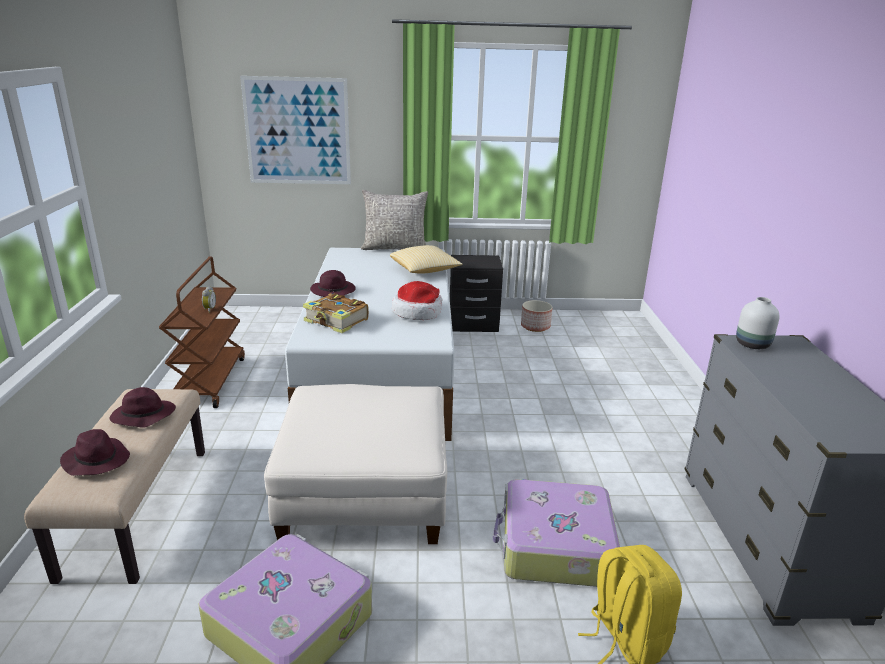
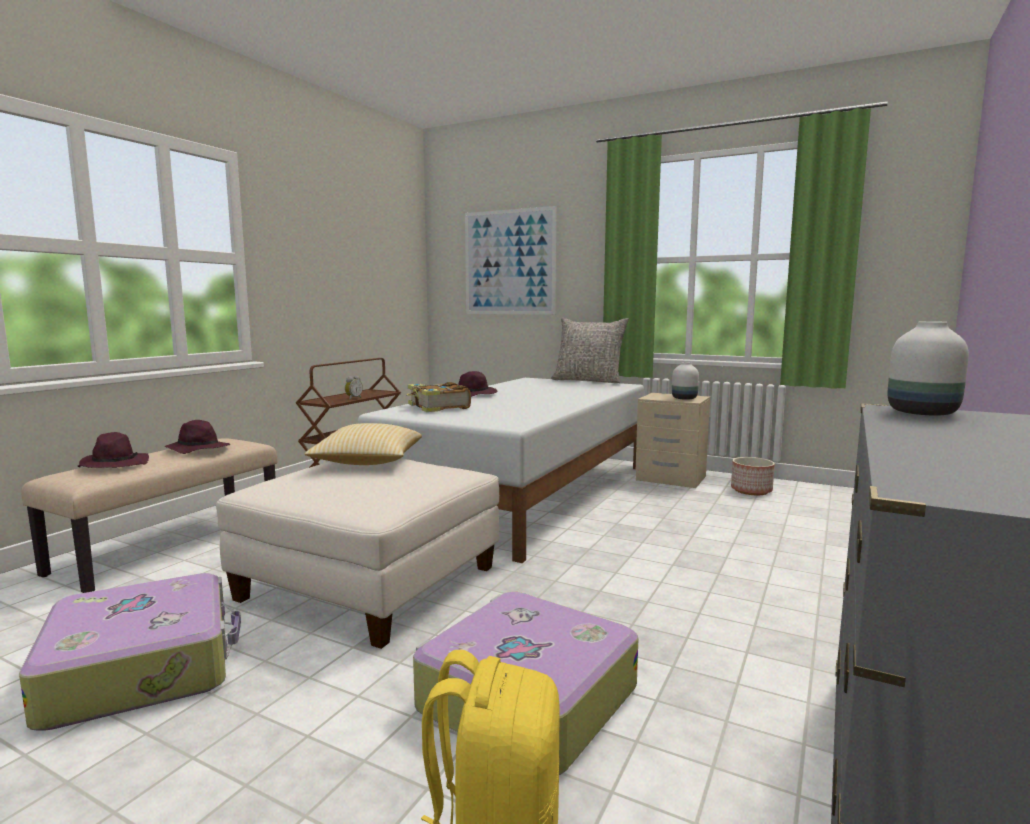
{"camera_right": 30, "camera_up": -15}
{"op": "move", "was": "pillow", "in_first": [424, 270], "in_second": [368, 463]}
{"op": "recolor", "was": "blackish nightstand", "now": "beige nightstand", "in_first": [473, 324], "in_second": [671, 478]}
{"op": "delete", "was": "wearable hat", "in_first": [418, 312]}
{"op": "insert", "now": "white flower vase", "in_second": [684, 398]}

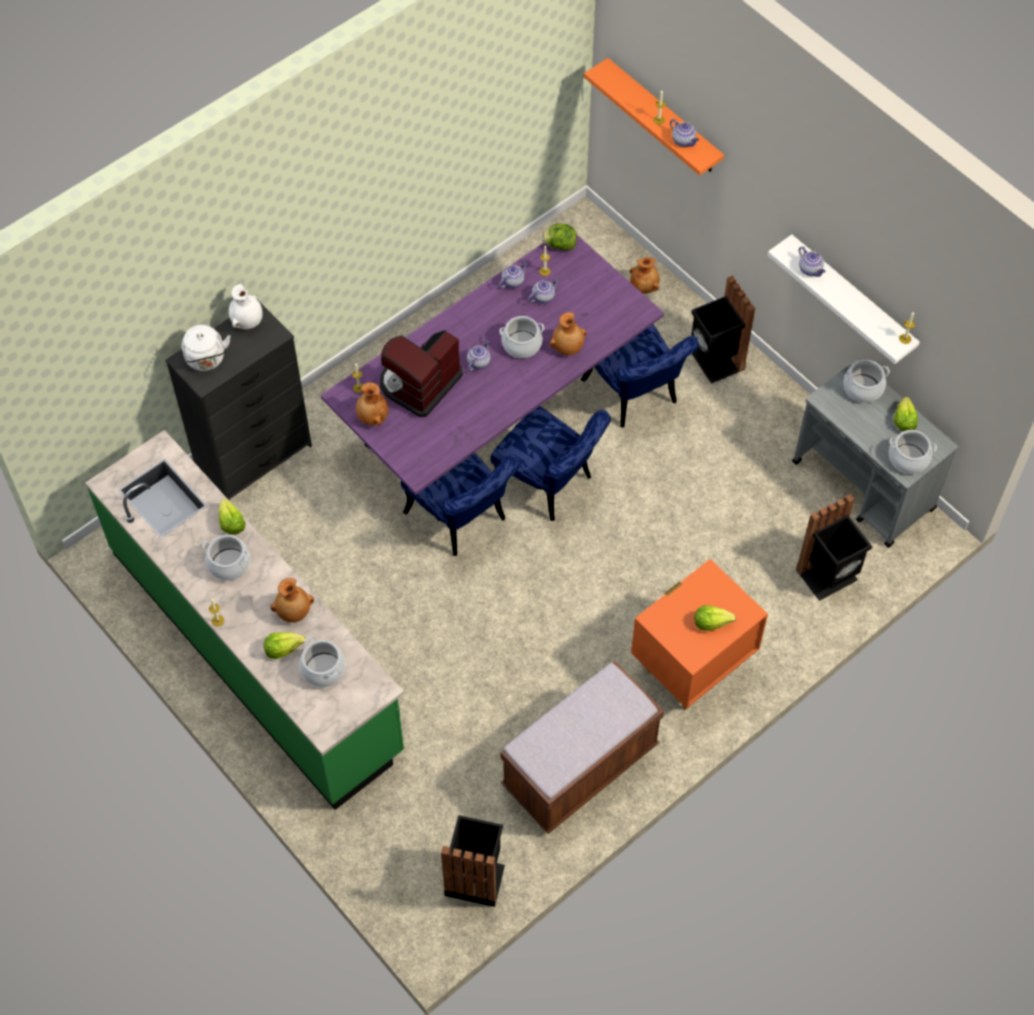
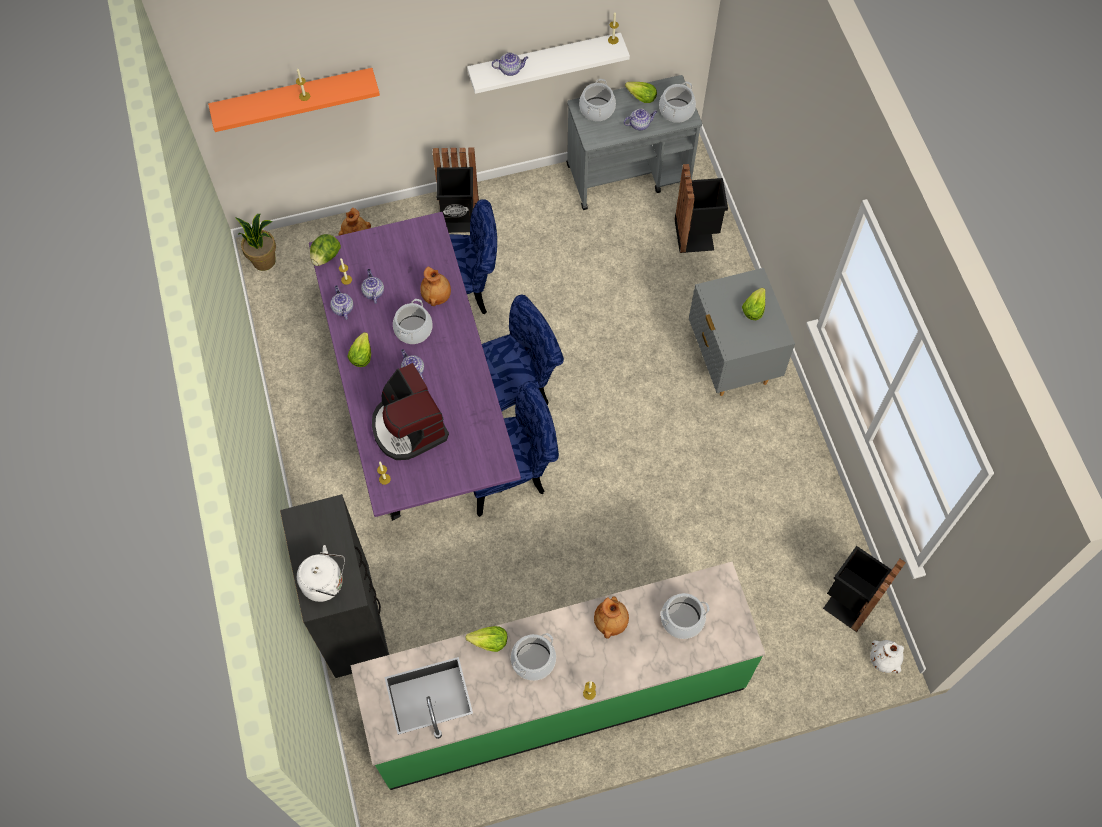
{"camera_right": -65, "camera_up": 5}
{"op": "move", "was": "teapot", "in_first": [684, 141], "in_second": [640, 124]}
{"op": "move", "was": "white flower vase", "in_first": [248, 321], "in_second": [884, 659]}
{"op": "delete", "was": "brown-coloured flower vase", "in_first": [372, 417]}
{"op": "recolor", "was": "orange nightstand", "now": "greyish nightstand", "in_first": [692, 667], "in_second": [731, 362]}
{"op": "move", "was": "lettuce", "in_first": [283, 648], "in_second": [361, 355]}
{"op": "delete", "was": "brown-coloured indoor bench", "in_first": [580, 767]}
{"op": "insert", "now": "potted plant", "in_second": [264, 260]}

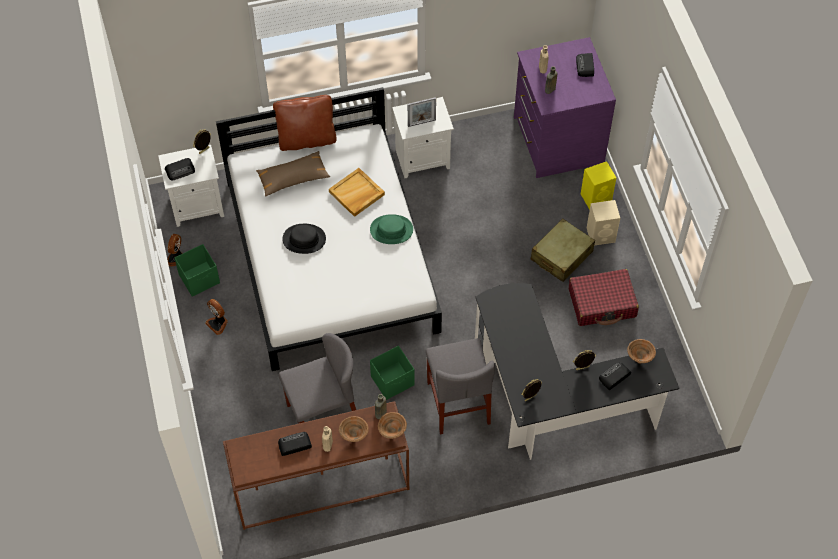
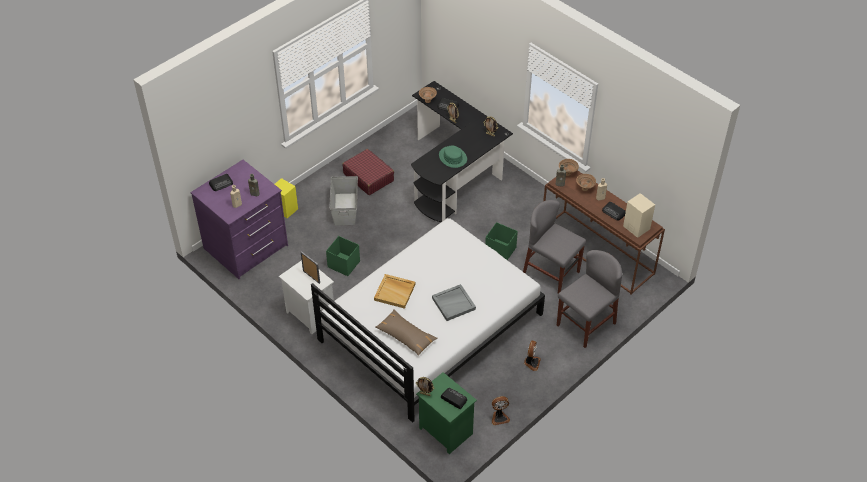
{"camera_right": -120, "camera_up": -10}
{"op": "delete", "was": "brown-coloured pillow", "in_first": [306, 139]}
{"op": "recolor", "was": "white nightstand", "now": "green nightstand", "in_first": [198, 205], "in_second": [444, 431]}
{"op": "move", "was": "beige audio speaker", "in_first": [601, 235], "in_second": [636, 227]}
{"op": "move", "was": "green wearable hat", "in_first": [391, 230], "in_second": [452, 157]}
{"op": "replace", "was": "beige suitcase", "now": "greyish storage bin", "in_first": [561, 256], "in_second": [345, 208]}
{"op": "replace", "was": "blackish wearable hat", "now": "greyish carrying tray", "in_first": [304, 239], "in_second": [453, 303]}
{"op": "move", "was": "green storage bin", "in_first": [200, 279], "in_second": [343, 264]}
{"op": "move", "was": "greyish upright chair", "in_first": [458, 402], "in_second": [586, 324]}

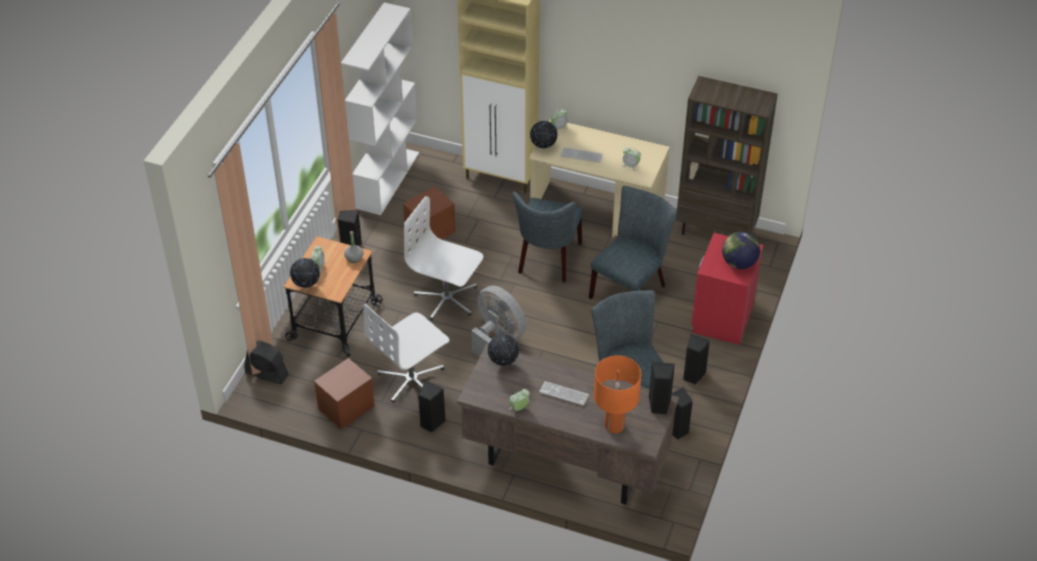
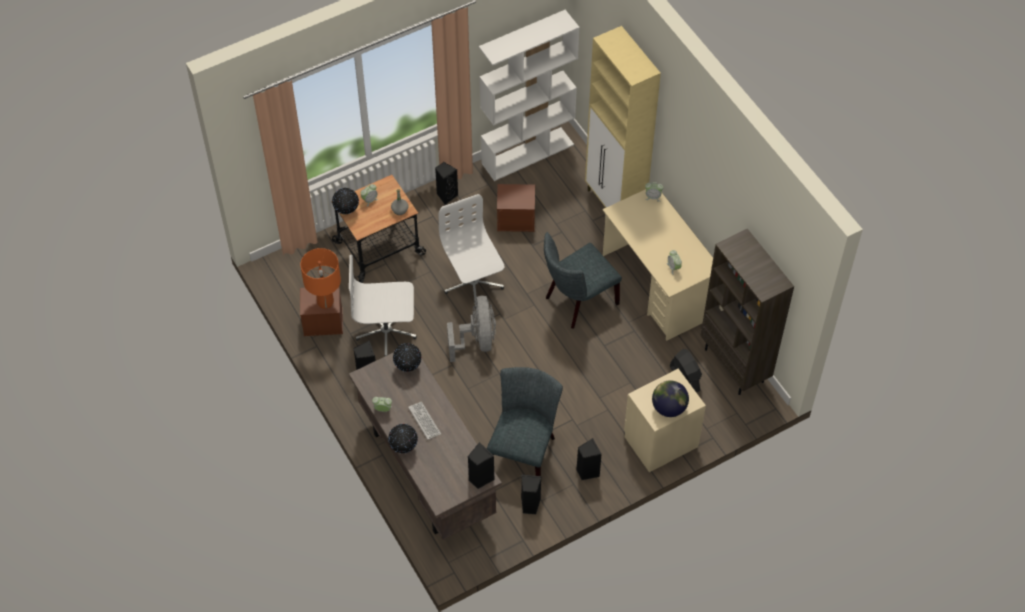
{"camera_right": 40, "camera_up": 10}
{"op": "move", "was": "world globe", "in_first": [543, 148], "in_second": [404, 448]}
{"op": "delete", "was": "computer keyboard", "in_first": [581, 155]}
{"op": "delete", "was": "greyish upright chair", "in_first": [631, 289]}
{"op": "recolor", "was": "red-coloured nightstand", "now": "beige nightstand", "in_first": [721, 317], "in_second": [660, 440]}
{"op": "move", "was": "blackish electric fan", "in_first": [266, 373], "in_second": [684, 378]}
{"op": "move", "was": "orange tabletop lamp", "in_first": [614, 426], "in_second": [326, 302]}

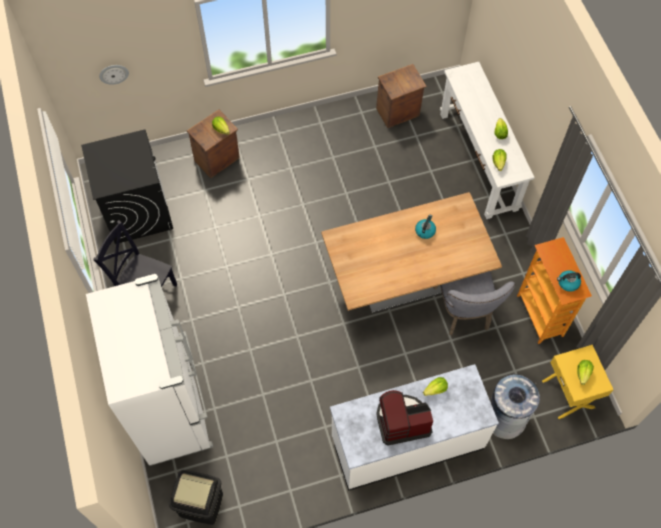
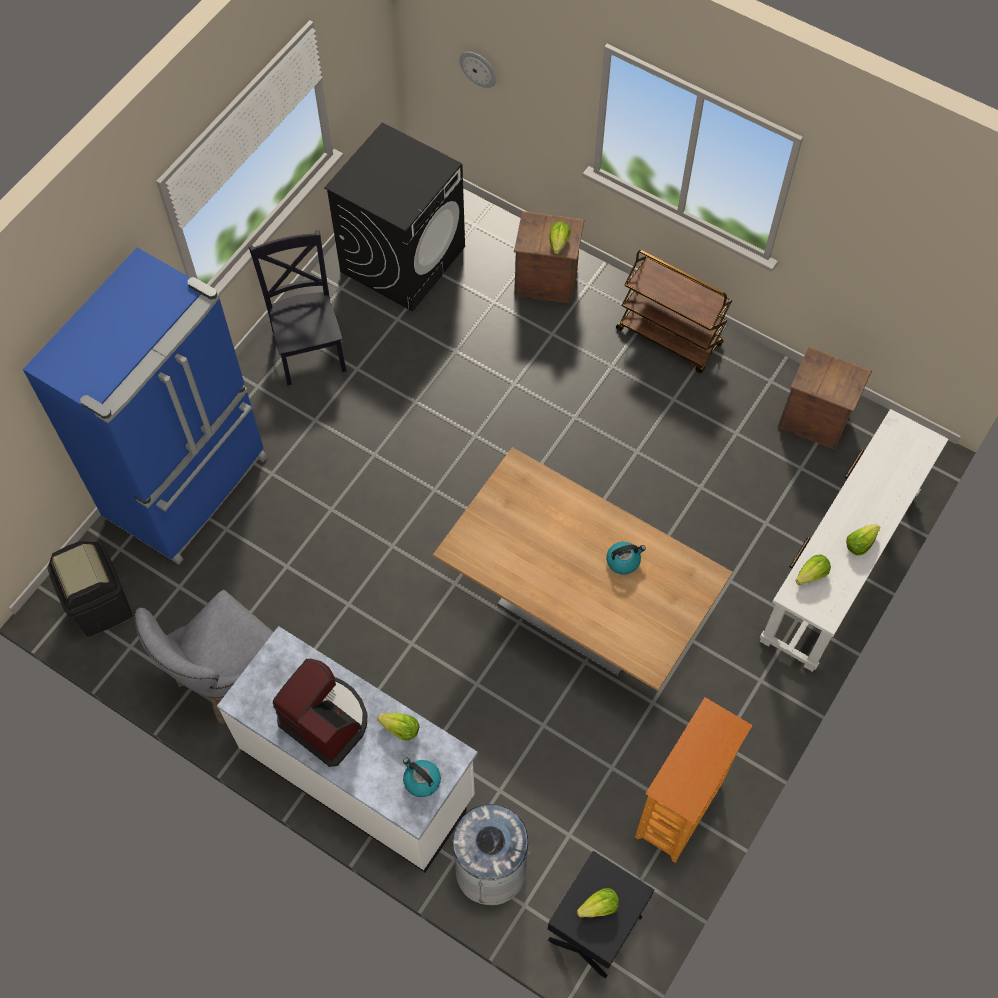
{"camera_right": 50, "camera_up": 0}
{"op": "move", "was": "water kettle", "in_first": [567, 283], "in_second": [421, 780]}
{"op": "move", "was": "greyish upright chair", "in_first": [464, 312], "in_second": [226, 678]}
{"op": "recolor", "was": "white kitchen fridge", "now": "blue-coloured kitchen fridge", "in_first": [172, 409], "in_second": [190, 488]}
{"op": "recolor", "was": "yellow nightstand", "now": "blackish nightstand", "in_first": [569, 394], "in_second": [596, 929]}
{"op": "insert", "now": "brown-coloured cart", "in_second": [670, 337]}

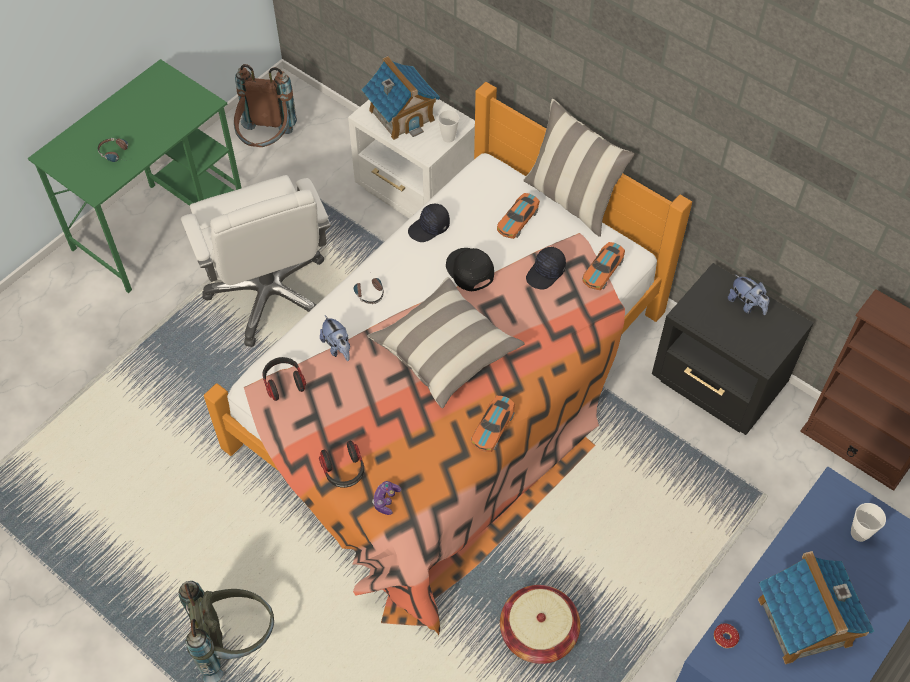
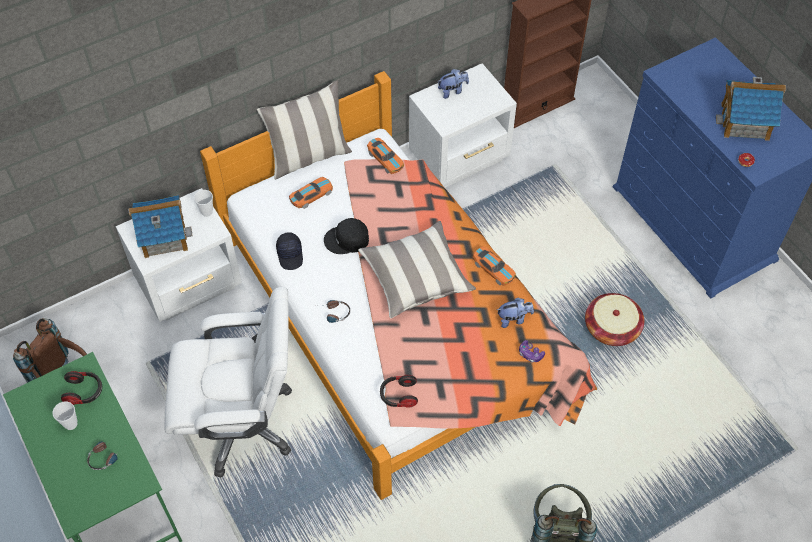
{"camera_right": -70, "camera_up": 0}
{"op": "rotate", "was": "model car", "in_first": [517, 220], "in_second": [311, 195], "clockwise": -90}
{"op": "delete", "was": "blackish peaked cap", "in_first": [546, 273]}
{"op": "recolor", "was": "blackish nightstand", "now": "white nightstand", "in_first": [718, 386], "in_second": [461, 157]}
{"op": "move", "was": "cuddly toy", "in_first": [338, 347], "in_second": [513, 319]}
{"op": "move", "was": "headset", "in_first": [344, 471], "in_second": [84, 392]}
{"op": "move", "was": "cup", "in_first": [859, 533], "in_second": [71, 424]}

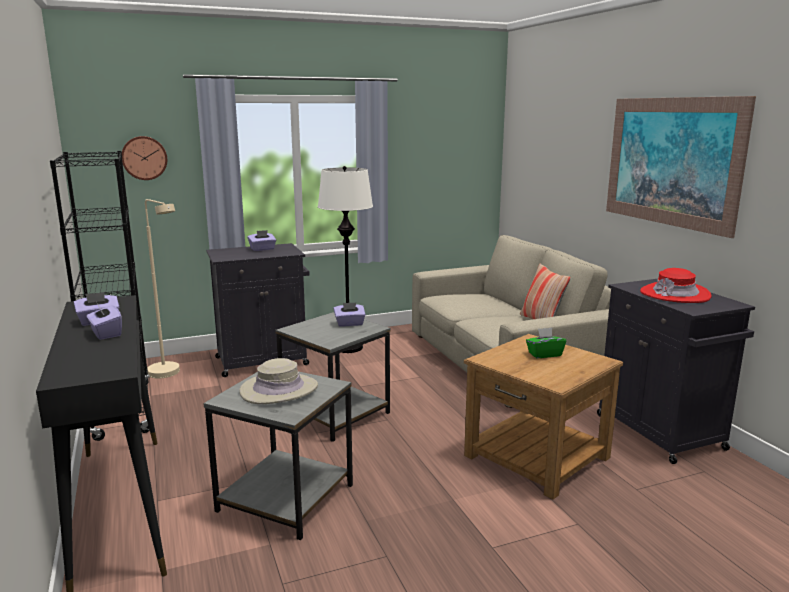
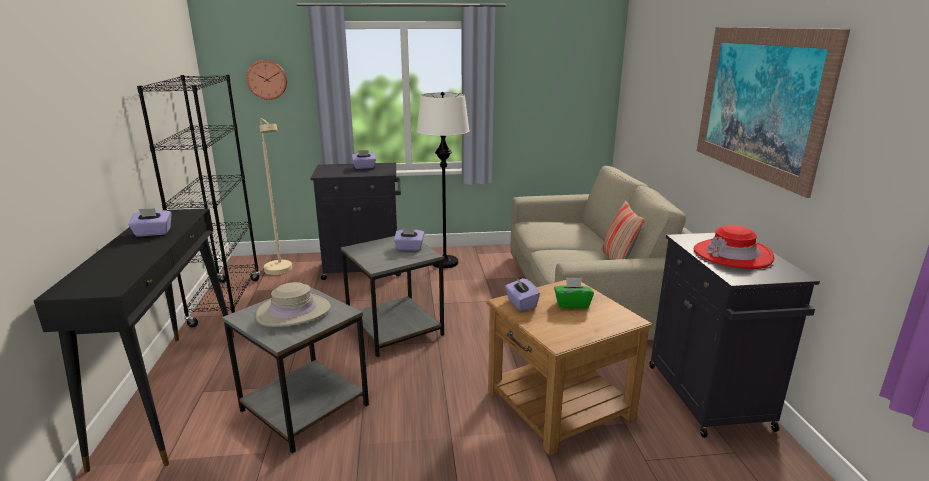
{"camera_right": 15, "camera_up": 5}
{"op": "move", "was": "purplish tissue holder", "in_first": [106, 333], "in_second": [521, 304]}

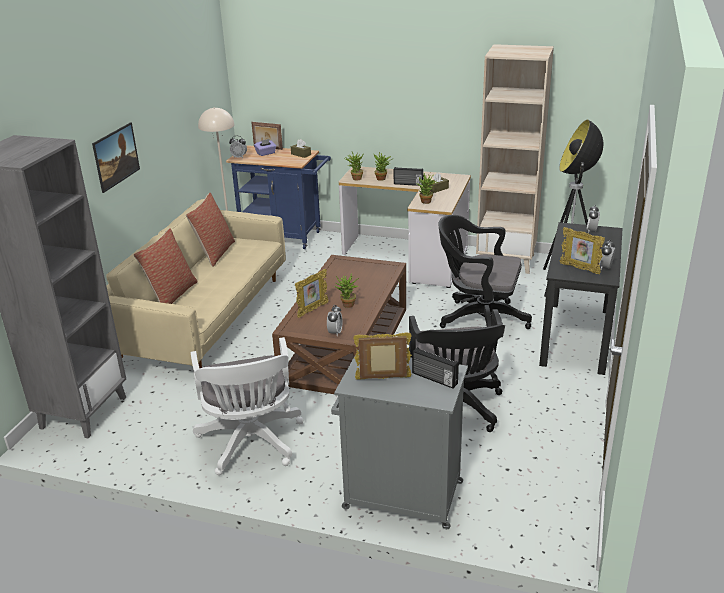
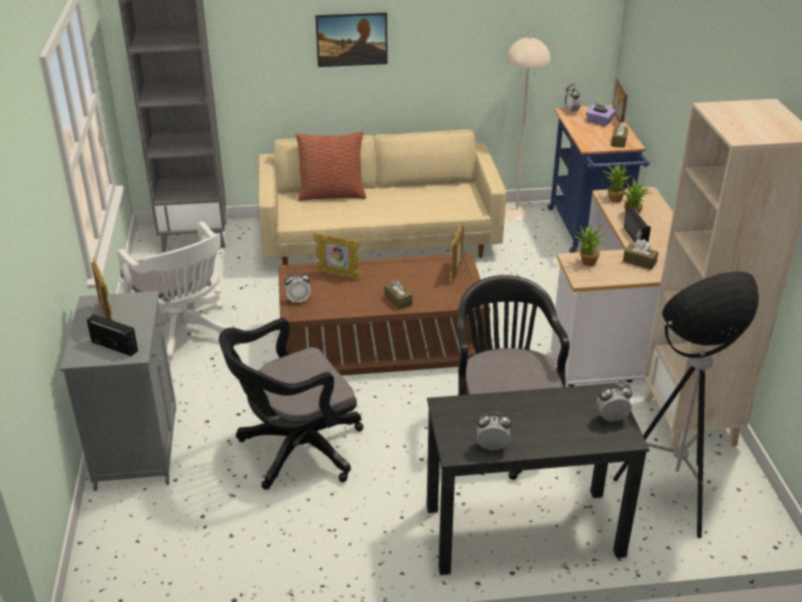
{"camera_right": 65, "camera_up": 5}
{"op": "delete", "was": "pillow", "in_first": [215, 253]}
{"op": "move", "was": "standing frame", "in_first": [579, 269], "in_second": [456, 271]}
{"op": "delete", "was": "potted plant", "in_first": [347, 306]}
{"op": "rotate", "was": "white office chair", "in_first": [251, 444], "in_second": [183, 335], "clockwise": -90}
{"op": "rotate", "was": "radio set", "in_first": [434, 379], "in_second": [115, 346], "clockwise": 105}
{"op": "insert", "now": "brown-coloured tissue holder", "in_second": [398, 300]}

